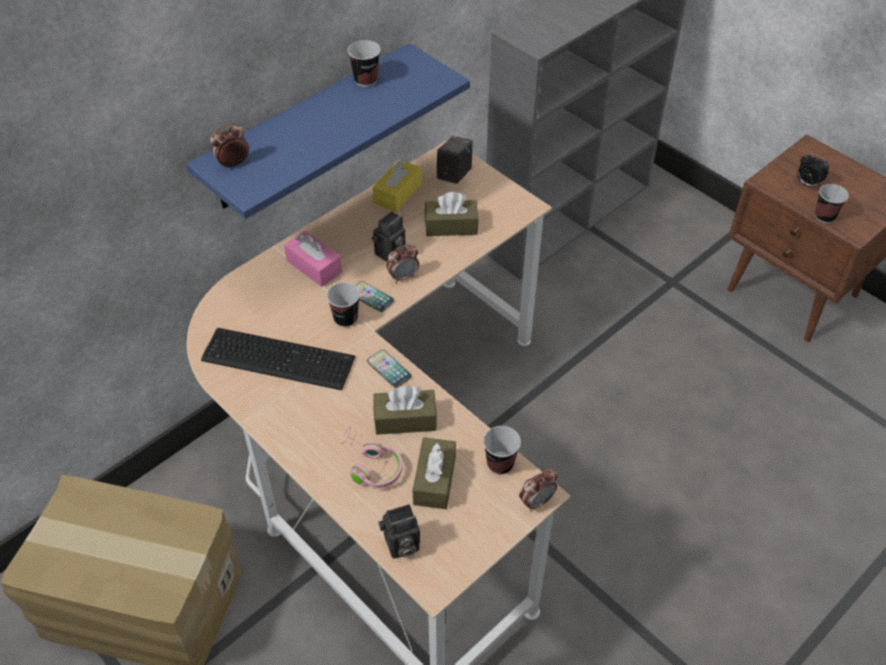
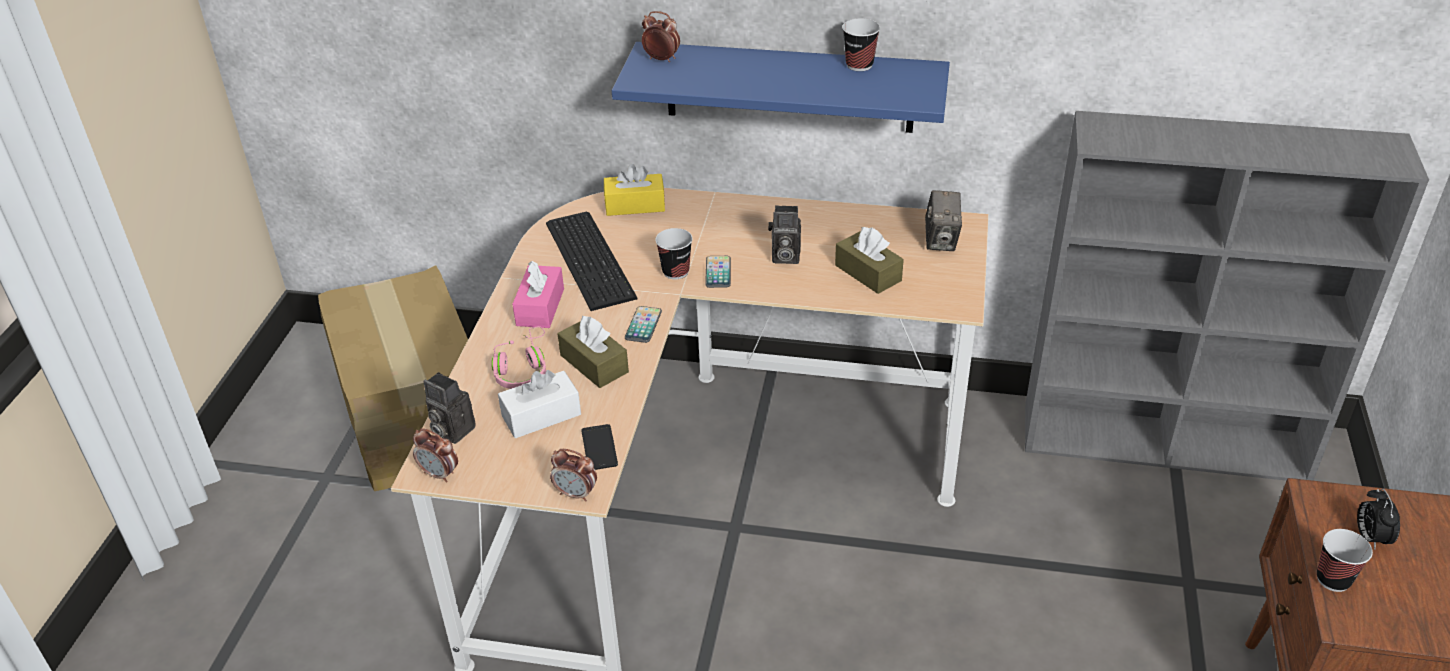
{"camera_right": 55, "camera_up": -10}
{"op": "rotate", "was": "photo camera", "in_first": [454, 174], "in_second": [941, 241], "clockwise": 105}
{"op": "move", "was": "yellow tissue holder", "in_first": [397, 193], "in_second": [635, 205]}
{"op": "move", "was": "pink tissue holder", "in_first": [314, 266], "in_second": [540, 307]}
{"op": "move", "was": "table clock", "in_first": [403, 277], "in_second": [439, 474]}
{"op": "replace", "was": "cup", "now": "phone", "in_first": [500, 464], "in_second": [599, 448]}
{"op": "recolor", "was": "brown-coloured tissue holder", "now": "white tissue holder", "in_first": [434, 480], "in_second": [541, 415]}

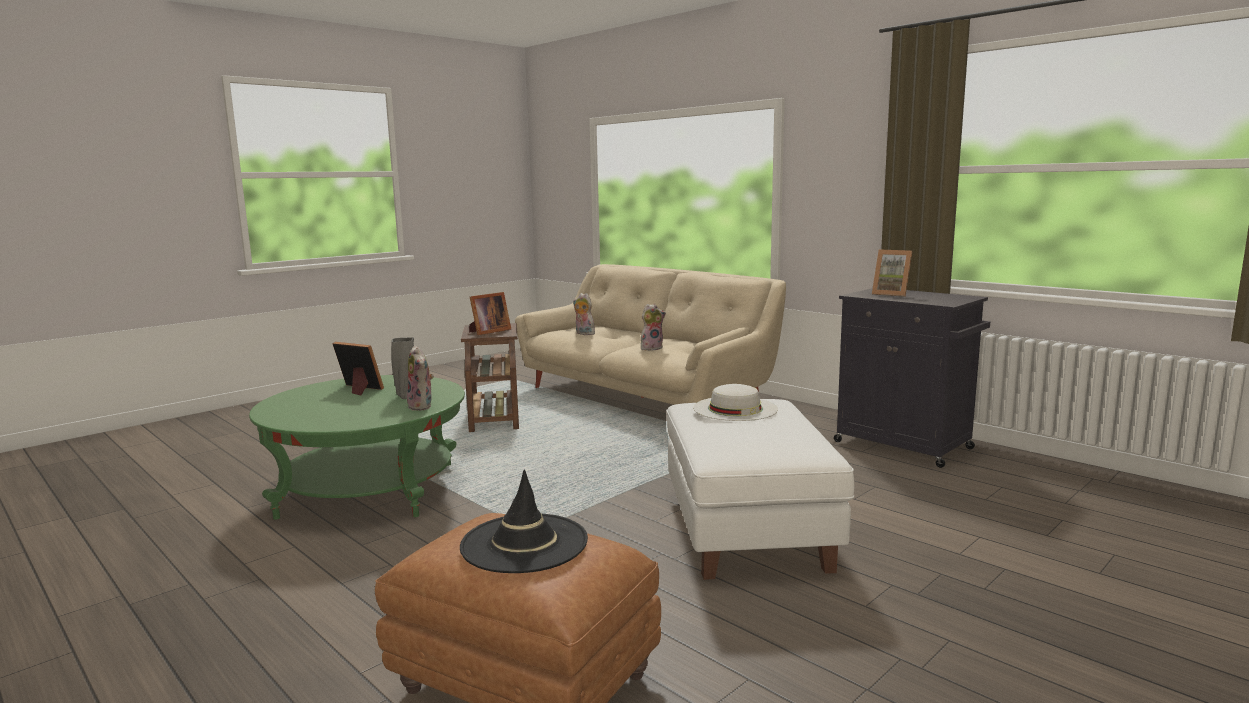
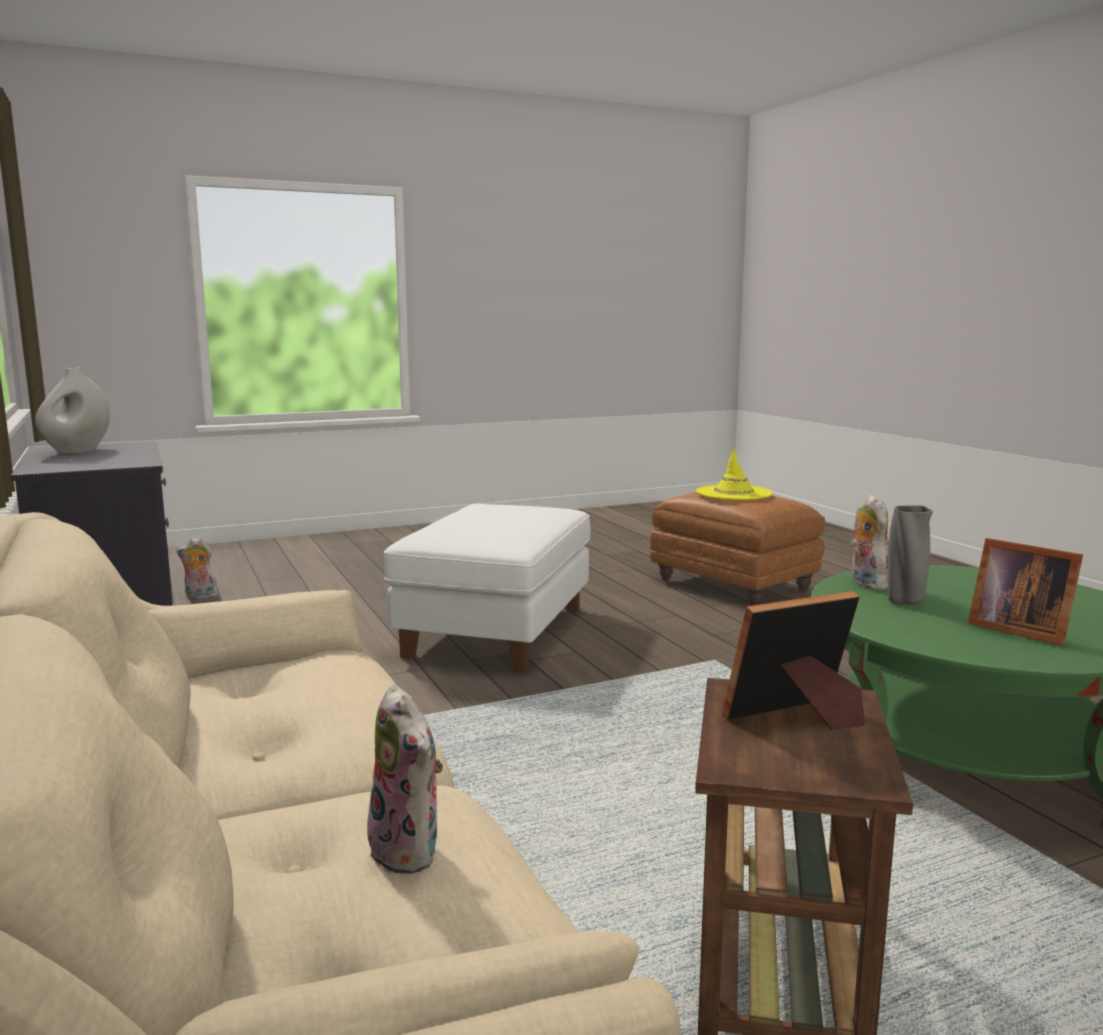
{"camera_right": -160, "camera_up": 0}
{"op": "delete", "was": "standing frame", "in_first": [891, 294]}
{"op": "move", "was": "cuddly toy", "in_first": [652, 348], "in_second": [199, 596]}
{"op": "delete", "was": "white wearable hat", "in_first": [735, 408]}
{"op": "recolor", "was": "blackish wearable hat", "now": "yellow wearable hat", "in_first": [524, 543], "in_second": [734, 493]}
{"op": "insert", "now": "white flower vase", "in_second": [77, 451]}

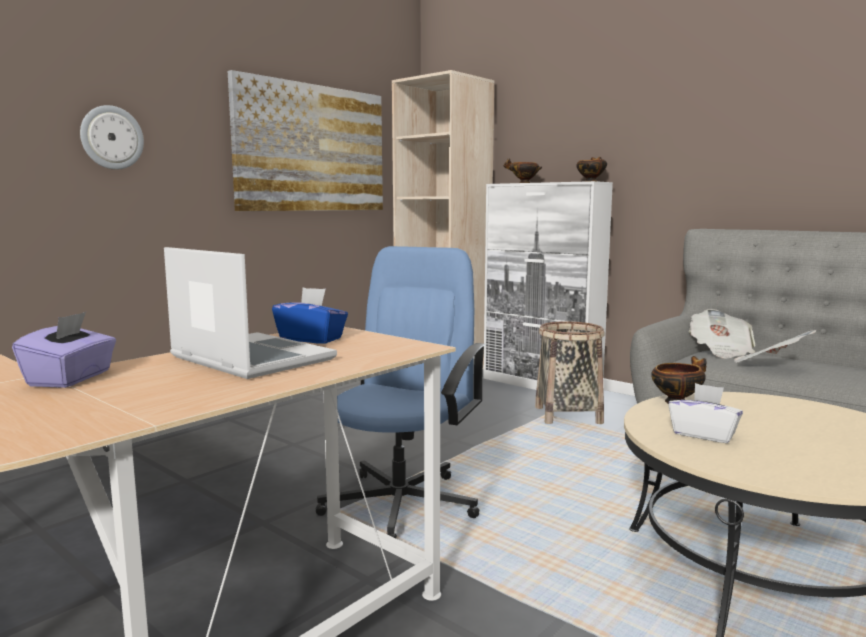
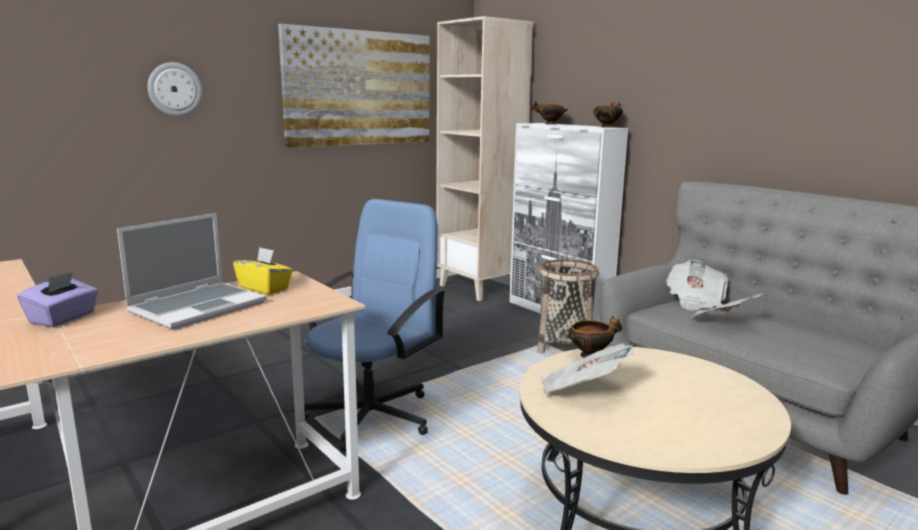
{"camera_right": 10, "camera_up": 5}
{"op": "rotate", "was": "notebook computer", "in_first": [248, 358], "in_second": [198, 307], "clockwise": 75}
{"op": "recolor", "was": "blue-coloured tissue holder", "now": "yellow tissue holder", "in_first": [311, 339], "in_second": [264, 288]}
{"op": "replace", "was": "white tissue holder", "now": "daily paper", "in_first": [703, 434], "in_second": [581, 390]}

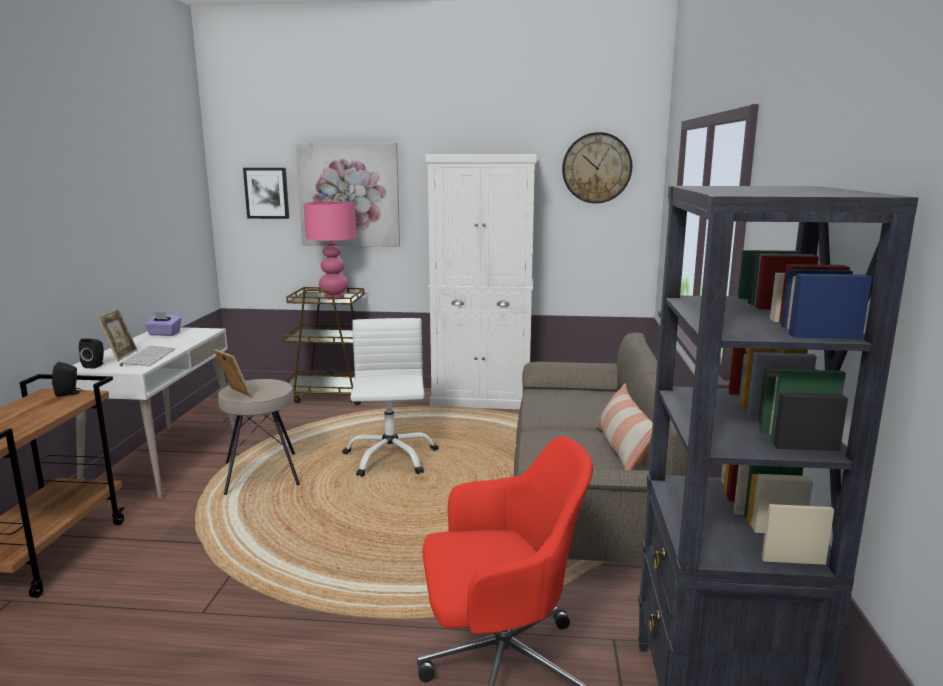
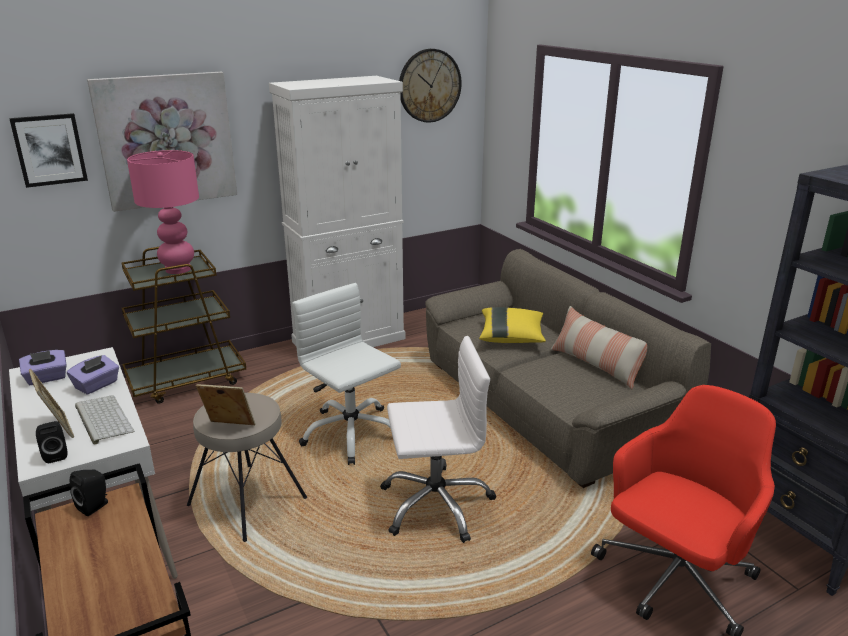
{"camera_right": -35, "camera_up": 10}
{"op": "insert", "now": "yellow pillow", "in_second": [511, 337]}
{"op": "insert", "now": "white office chair", "in_second": [436, 504]}
{"op": "insert", "now": "purplish tissue holder", "in_second": [97, 385]}

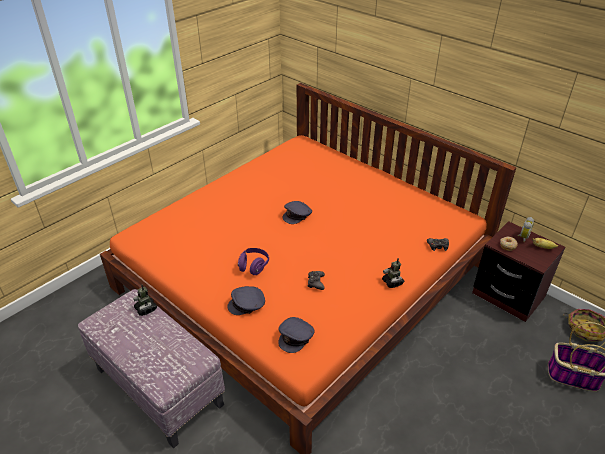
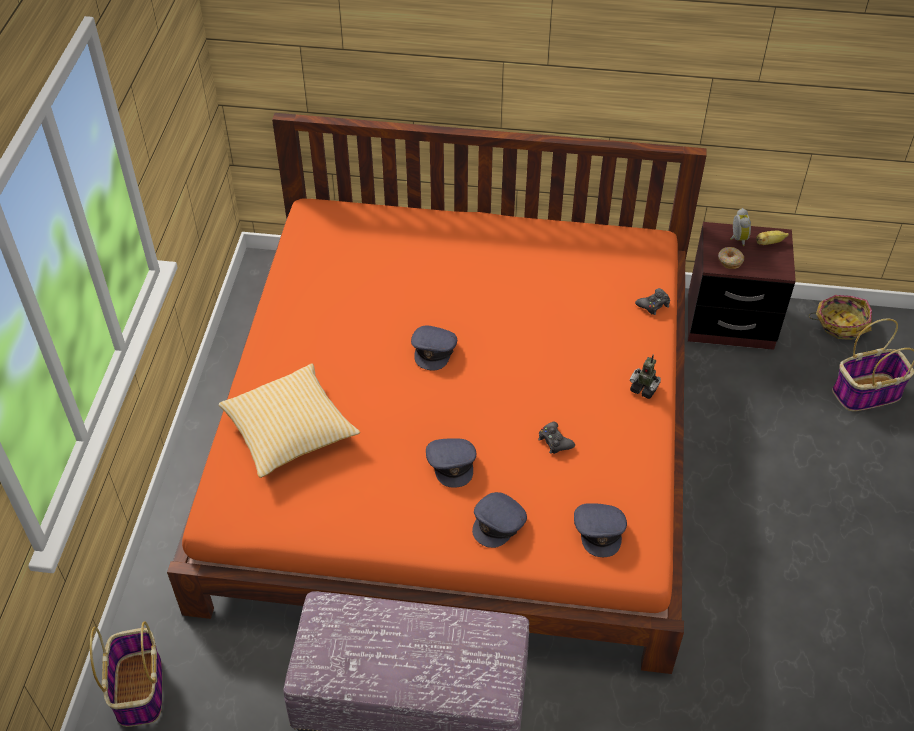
{"camera_right": -35, "camera_up": 10}
{"op": "replace", "was": "purplish headset", "now": "greyish peaked cap", "in_first": [253, 266], "in_second": [452, 463]}
{"op": "delete", "was": "robot figure", "in_first": [146, 309]}
{"op": "insert", "now": "pillow", "in_second": [290, 432]}
{"op": "insert", "now": "household basket", "in_second": [138, 688]}

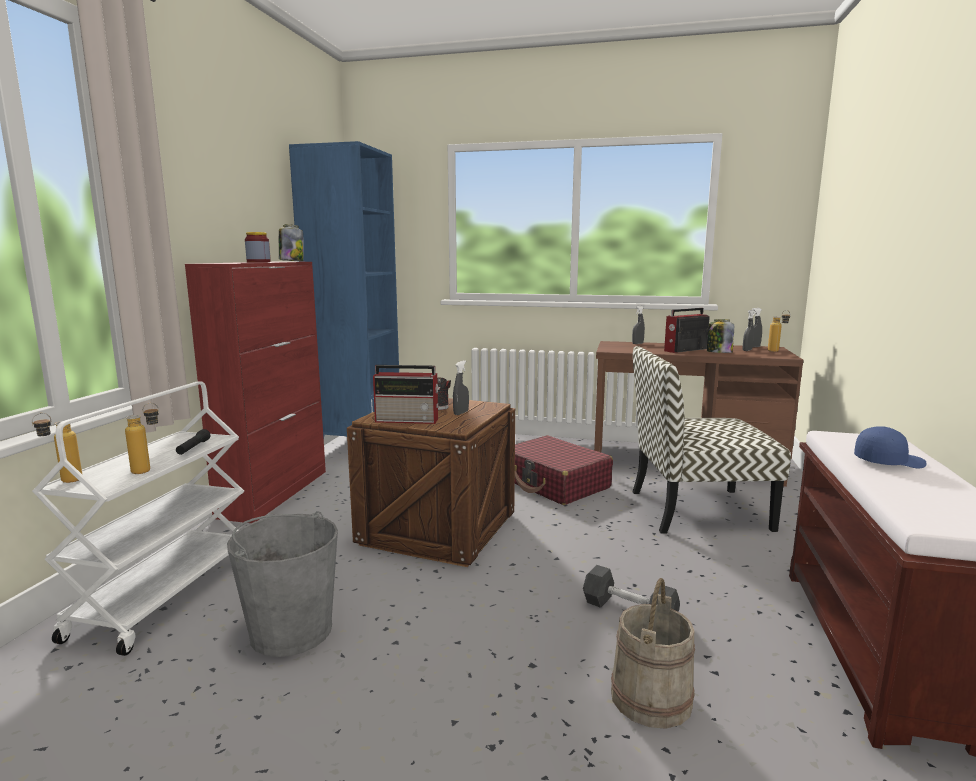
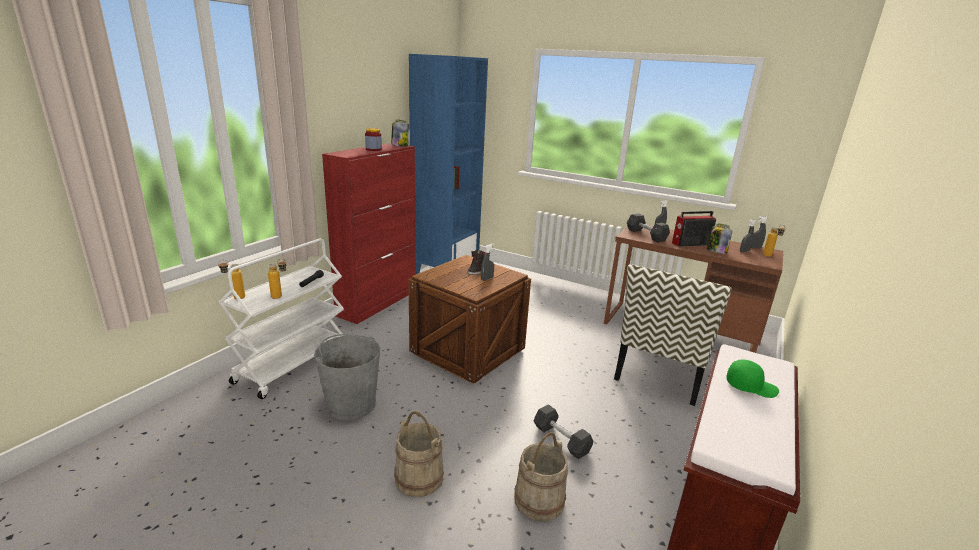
{"camera_right": 15, "camera_up": 10}
{"op": "rotate", "was": "upright chair", "in_first": [696, 510], "in_second": [662, 372], "clockwise": -75}
{"op": "delete", "was": "radio set", "in_first": [408, 420]}
{"op": "recolor", "was": "blue-coloured peaked cap", "now": "green peaked cap", "in_first": [888, 461], "in_second": [750, 386]}
{"op": "delete", "was": "red-coloured suitcase", "in_first": [554, 483]}
{"op": "insert", "now": "greyish dumbbell", "in_second": [646, 235]}
{"op": "insert", "now": "beige bucket", "in_second": [418, 477]}

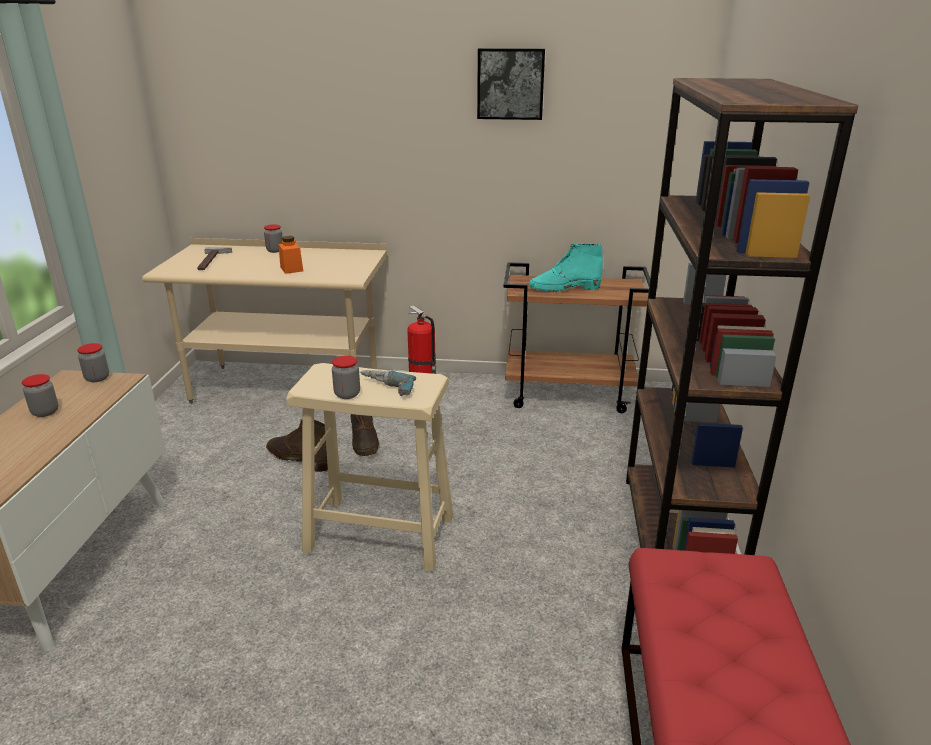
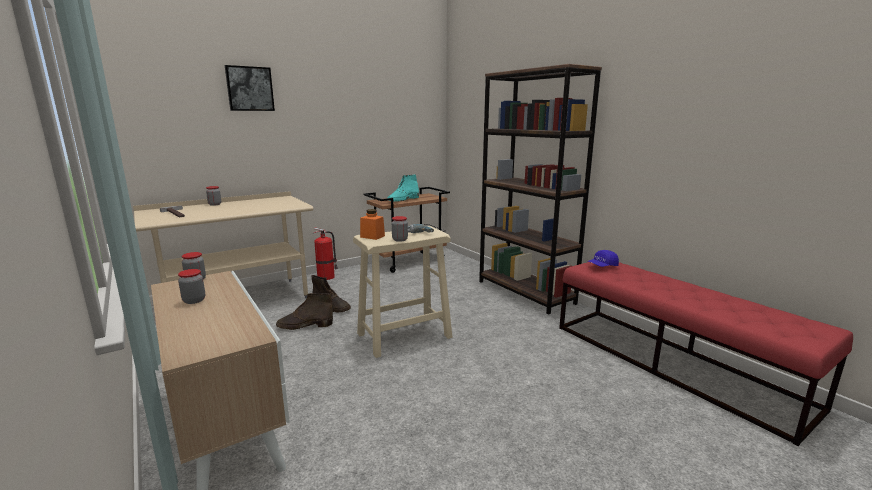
{"camera_right": -40, "camera_up": -10}
{"op": "move", "was": "wall picture", "in_first": [510, 84], "in_second": [249, 89]}
{"op": "move", "was": "orange storage jar", "in_first": [291, 269], "in_second": [372, 236]}
{"op": "insert", "now": "blue-coloured peaked cap", "in_second": [602, 266]}

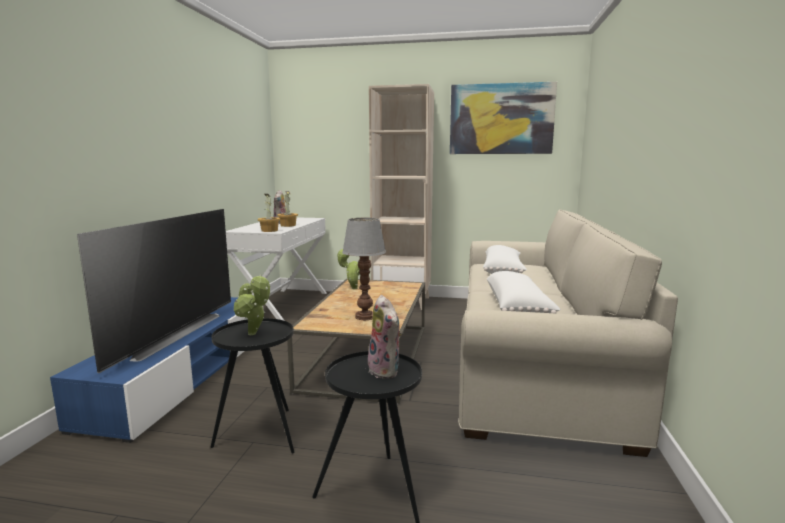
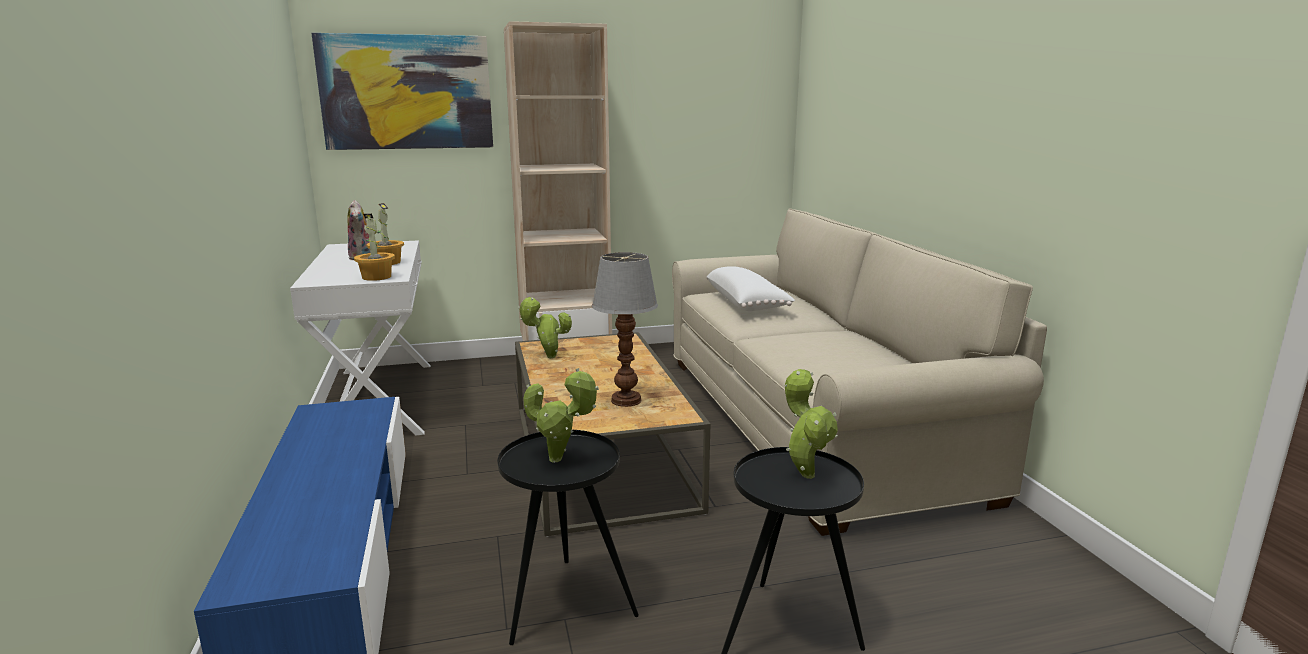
{"camera_right": -25, "camera_up": 5}
{"op": "move", "was": "wall picture", "in_first": [501, 119], "in_second": [407, 92]}
{"op": "delete", "was": "television", "in_first": [171, 334]}
{"op": "delete", "was": "white pillow", "in_first": [518, 307]}
{"op": "replace", "was": "cuddly toy", "now": "potted plant", "in_first": [386, 370], "in_second": [805, 473]}

